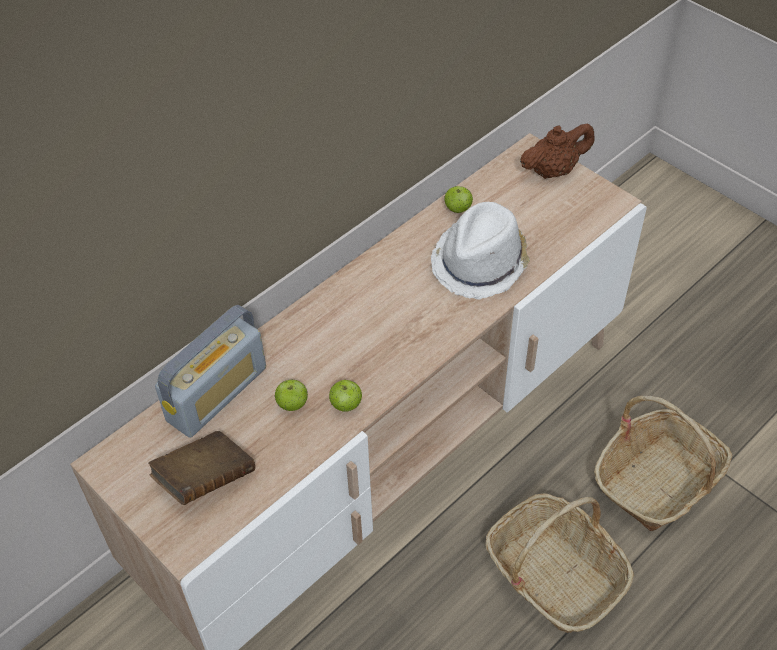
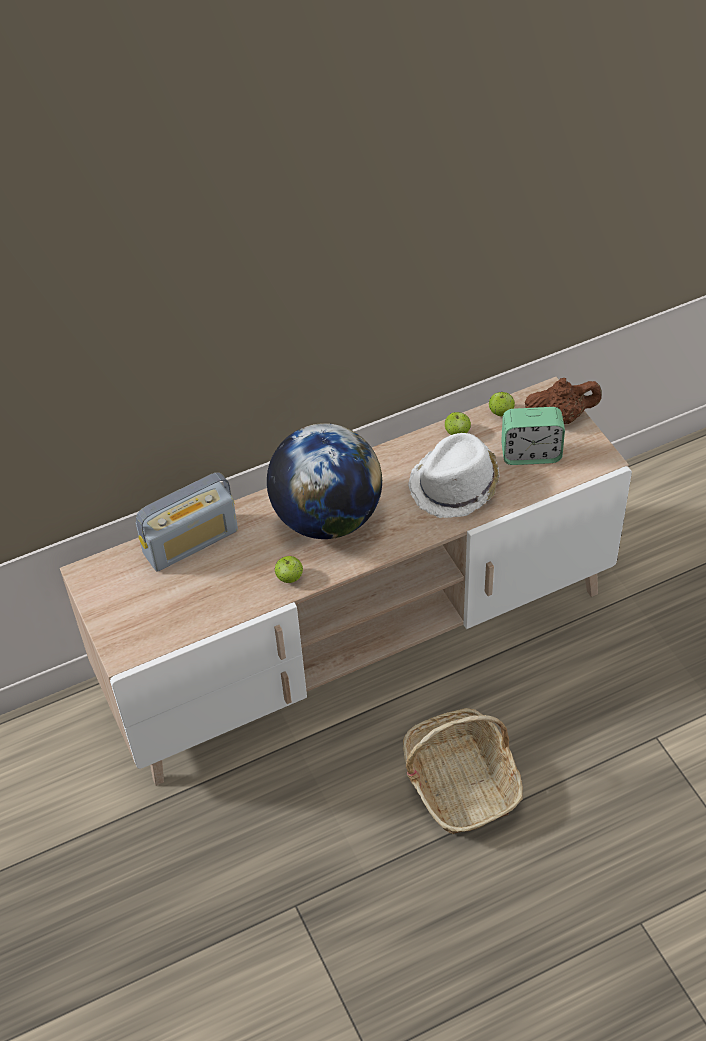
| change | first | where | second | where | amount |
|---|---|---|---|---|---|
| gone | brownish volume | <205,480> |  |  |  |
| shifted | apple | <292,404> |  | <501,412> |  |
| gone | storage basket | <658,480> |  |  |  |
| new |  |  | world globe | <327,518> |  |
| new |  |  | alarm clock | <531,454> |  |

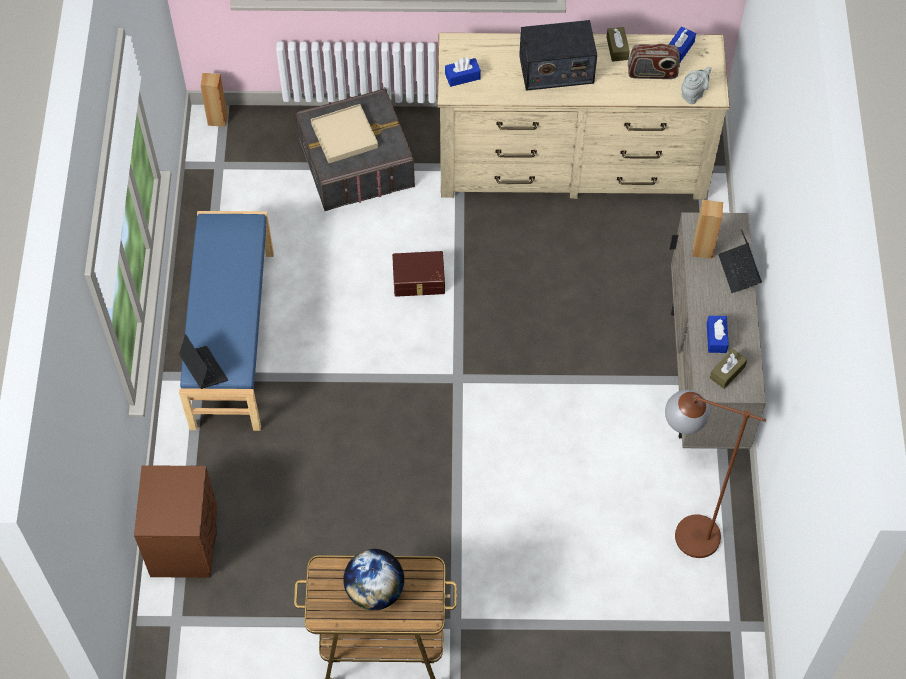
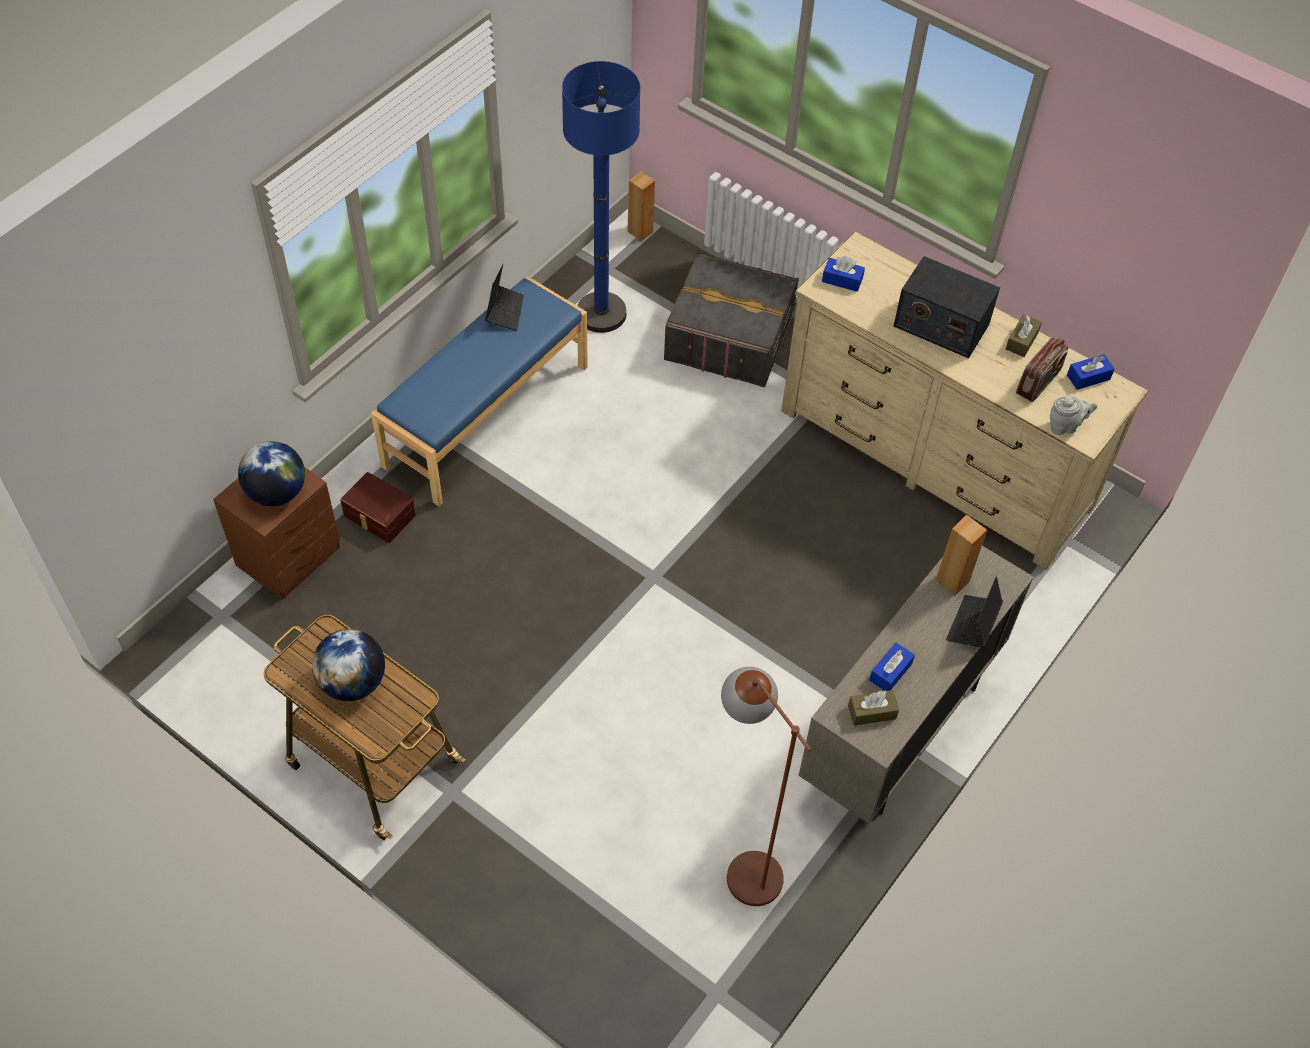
| change | first | where | second | where | amount |
|---|---|---|---|---|---|
| shifted | laptop | <204,369> |  | <504,311> |  |
| gone | beige-coloured carrying tray | <344,136> |  |  |  |
| shifted | brownish storage bin | <419,281> |  | <378,516> |  |
| rotated | radio set | <652,73> |  | <1038,383> | 90 degrees counterclockwise |
| new |  |  | world globe | <277,492> |  |
| new |  |  | bluish standing lamp | <601,313> |  |

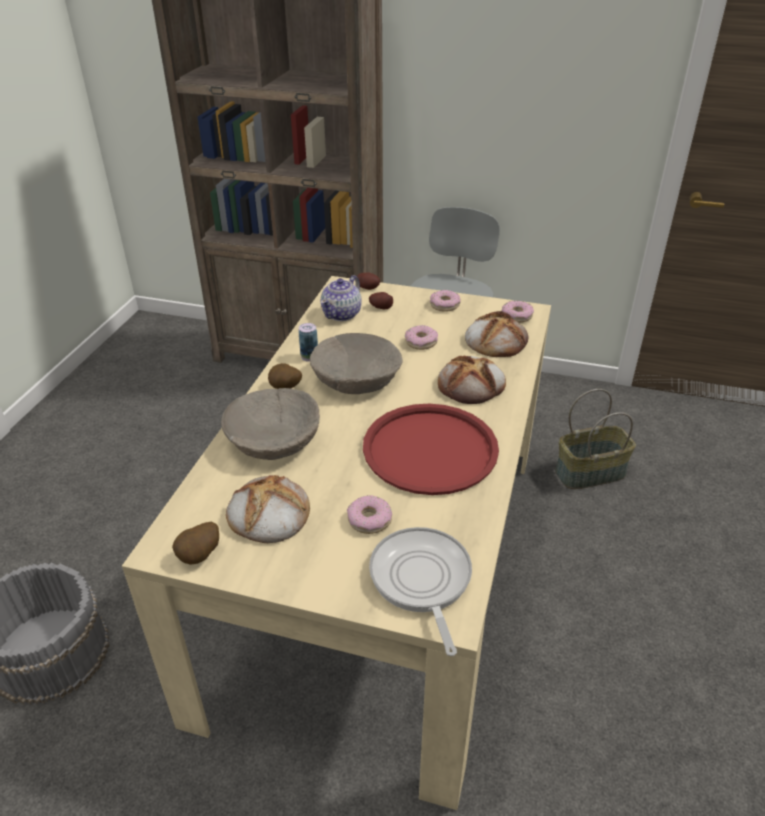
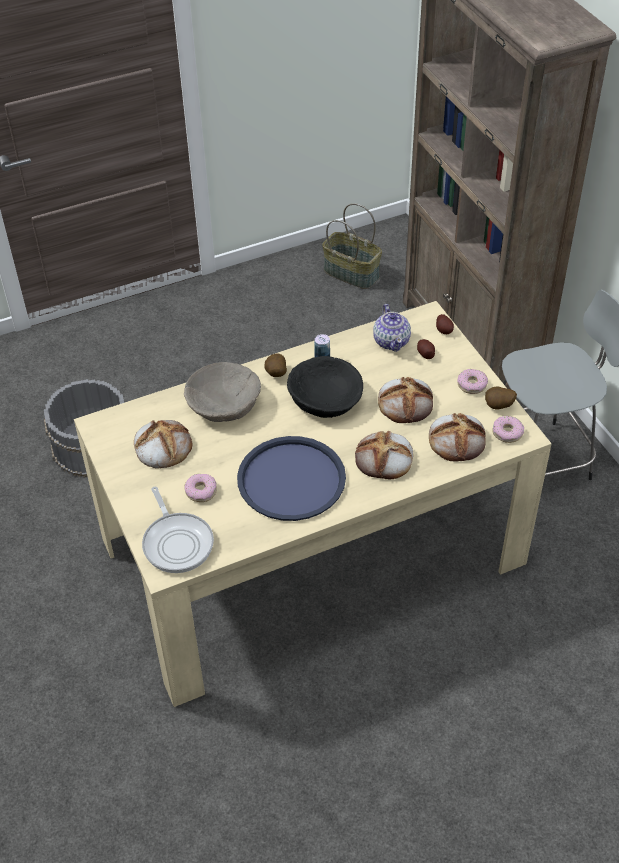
| change | first | where | second | where | amount |
|---|---|---|---|---|---|
| shifted | potato | <200,556> |  | <498,407> |  |
| repainted | beige-coloured deep dish | <356,378> | blackish deep dish | <325,398> |  |
| rotated | pot for tea | <342,314> |  | <391,341> | 90 degrees counterclockwise |
| repainted | red carrying tray | <430,450> | bluish carrying tray | <291,480> |  |
| rotated | skillet | <421,581> |  | <177,542> | 120 degrees clockwise |
| swapped | donut | <421,342> | baked bread | <406,403> |  |
| shifted | storage basket | <590,472> |  | <352,273> |  |

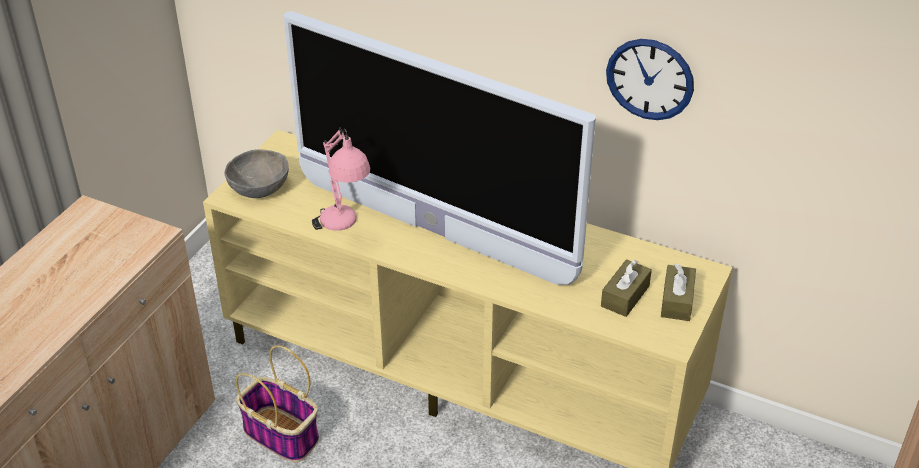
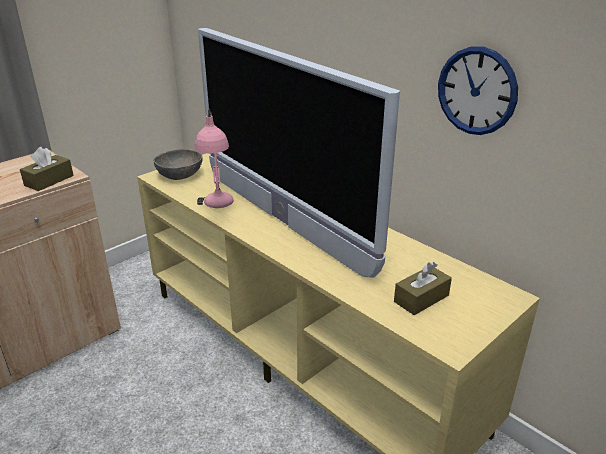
| change | first | where | second | where | amount |
|---|---|---|---|---|---|
| gone | storage basket | <282,435> |  |  |  |
| shifted | brownish tissue box | <677,301> |  | <49,180> |  |

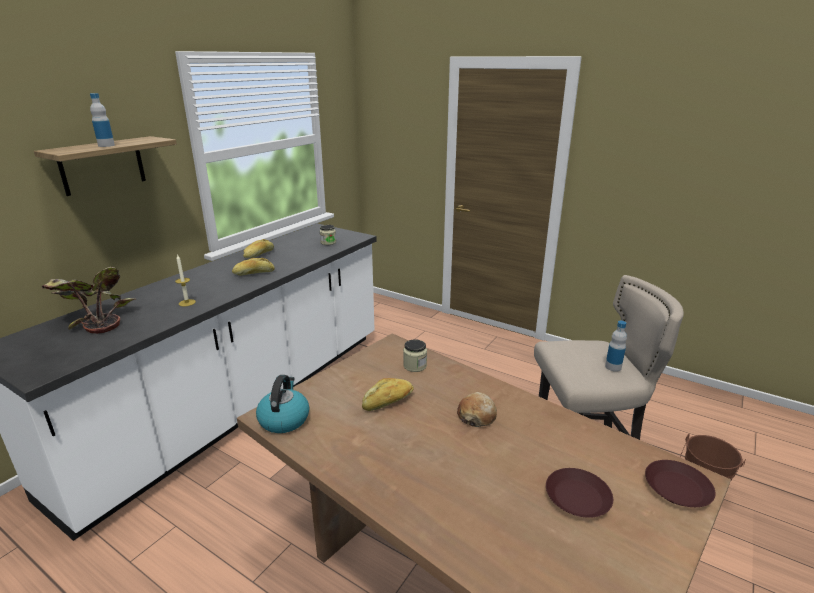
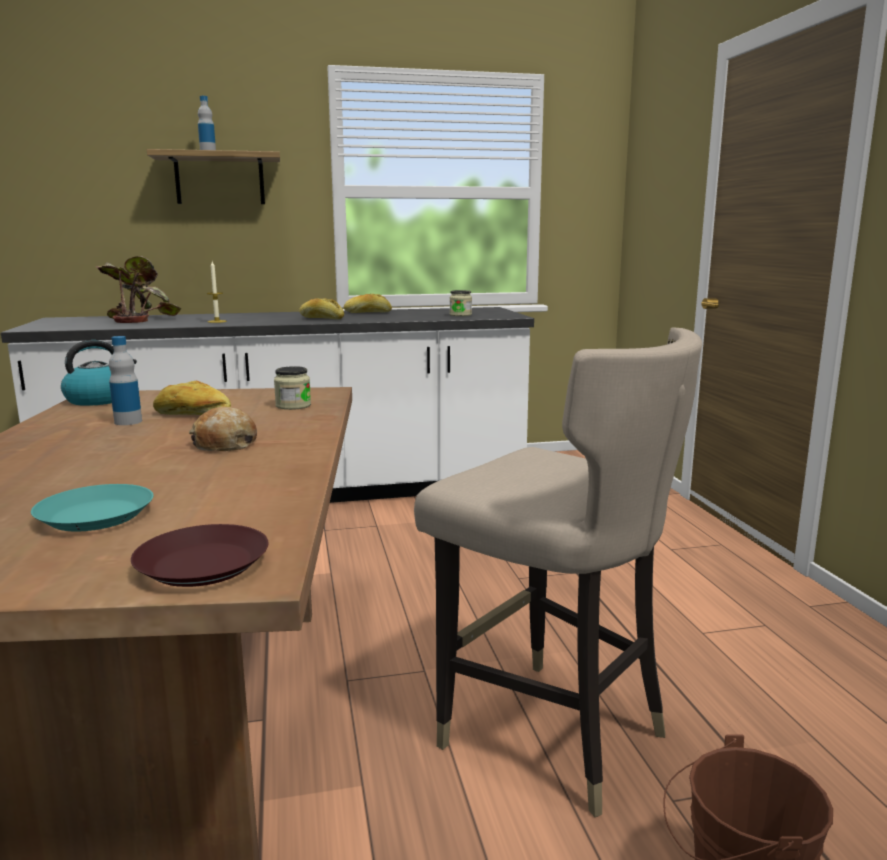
| change | first | where | second | where | amount |
|---|---|---|---|---|---|
| repainted | brownish dinner plate | <577,497> | blue-green dinner plate | <95,516> |  |
| shifted | beverage bottle | <613,367> |  | <128,422> |  |

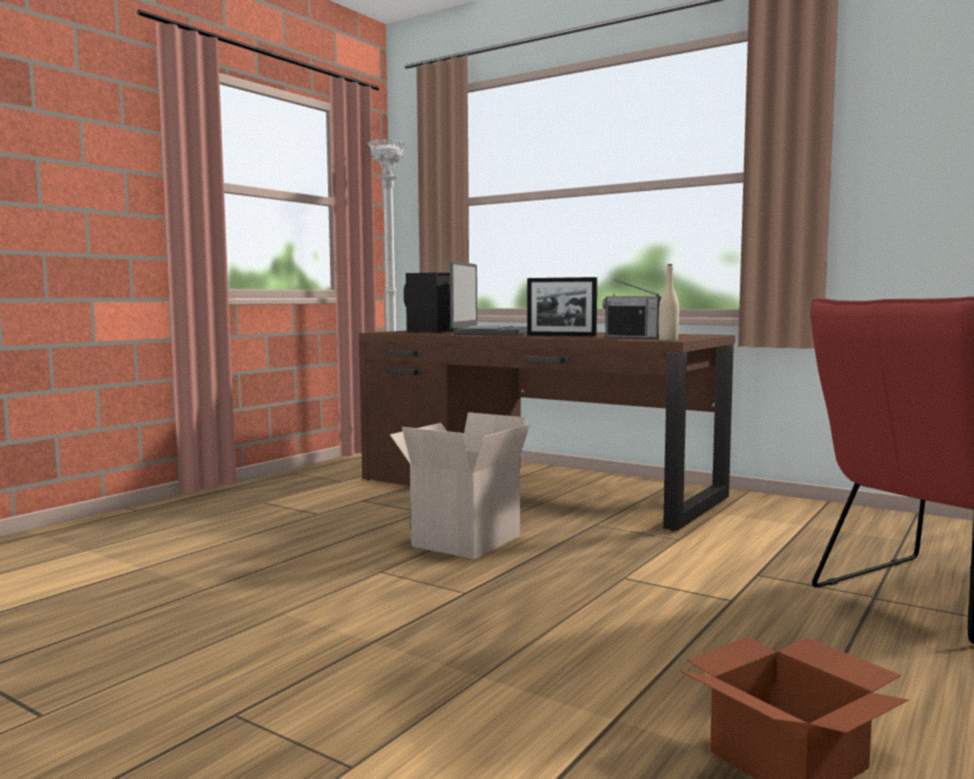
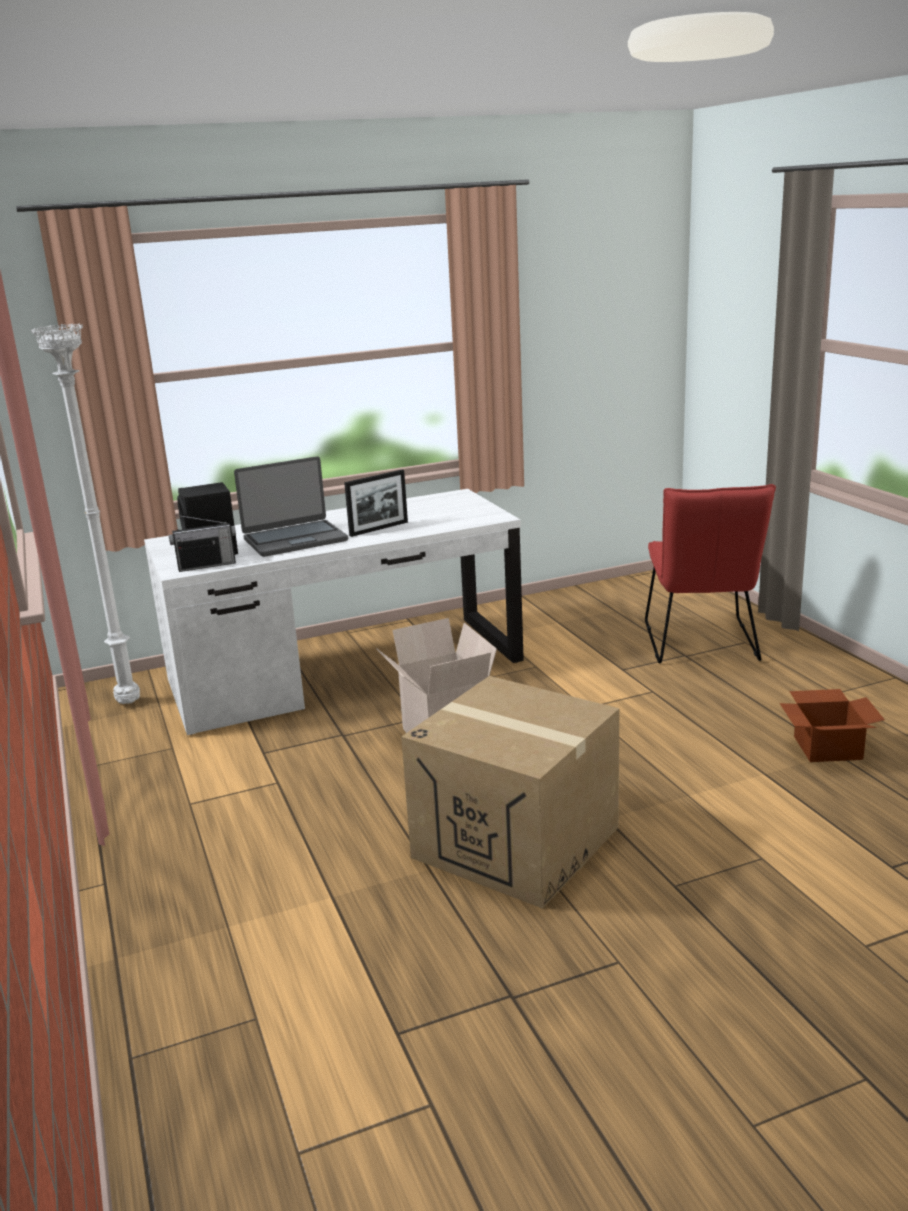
| change | first | where | second | where | amount |
|---|---|---|---|---|---|
| repainted | brownish desk table | <536,489> | whitish desk table | <346,671> |  |
| rotated | laptop | <493,333> |  | <294,540> | 105 degrees clockwise |
| shifted | radio set | <634,337> |  | <206,565> |  |
| gone | beige-coloured beverage bottle | <668,340> |  |  |  |
| new |  |  | packing box | <517,842> |  |

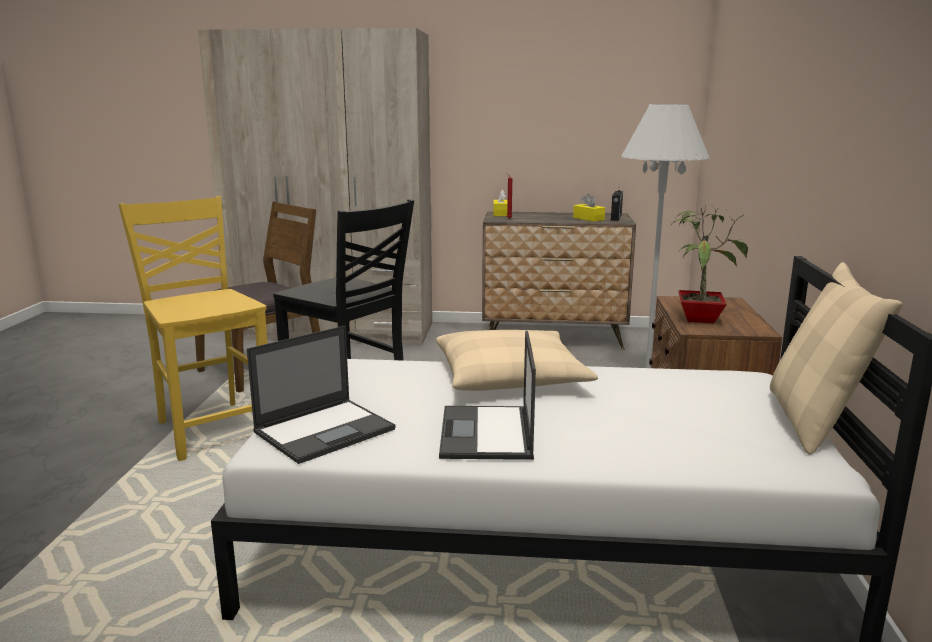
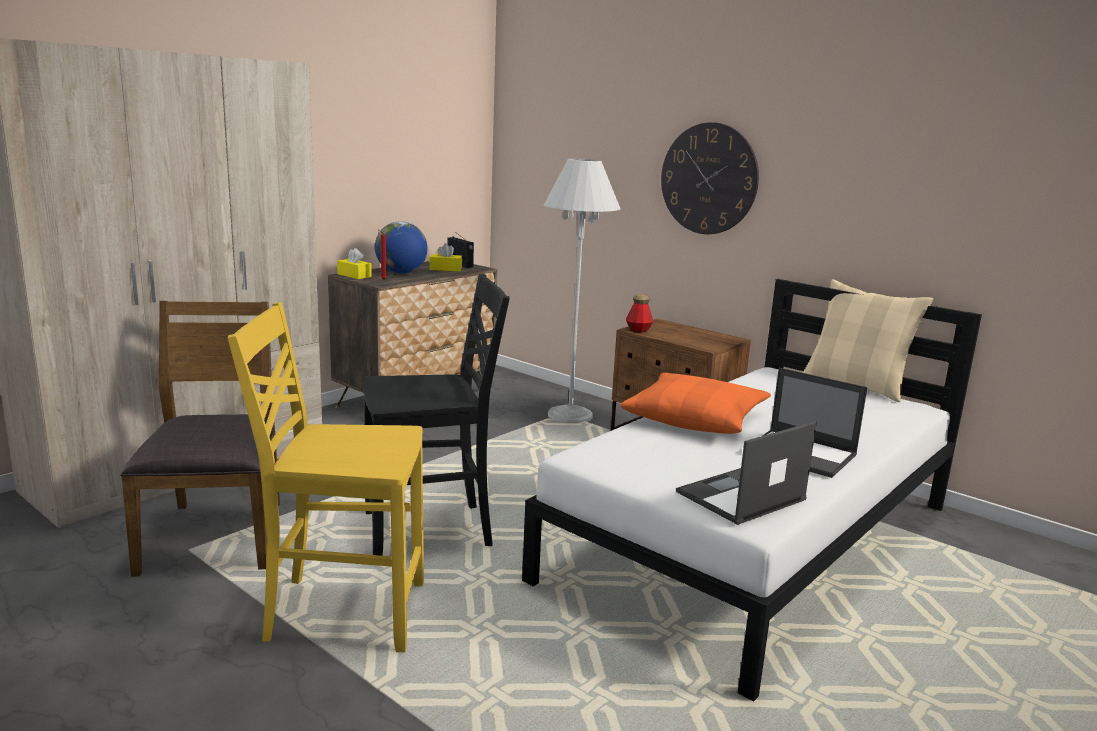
| change | first | where | second | where | amount |
|---|---|---|---|---|---|
| rotated | laptop | <326,430> |  | <740,496> | 120 degrees counterclockwise |
| repainted | beige-coloured throw pillow | <510,377> | orange-coloured throw pillow | <695,417> |  |
| gone | houseplant | <699,318> |  |  |  |
| new |  |  | world globe | <401,273> |  |
| new |  |  | beverage bottle | <638,330> |  |
| new |  |  | wall clock | <708,179> |  |

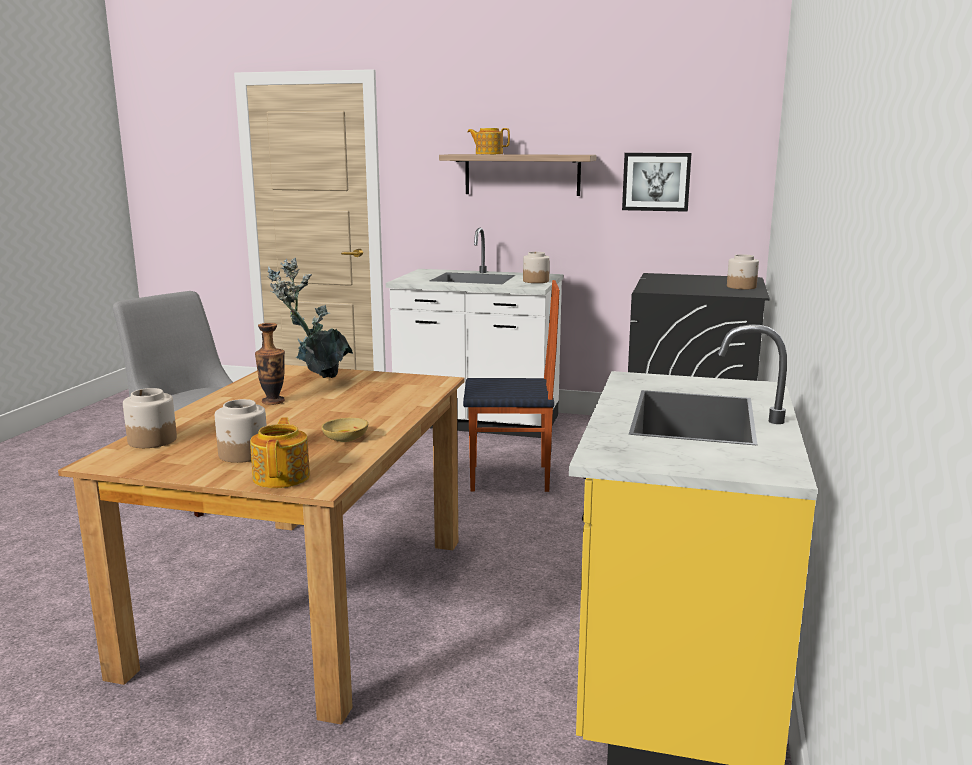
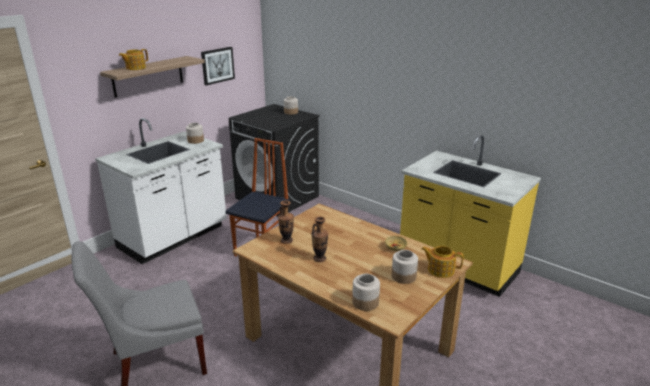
| change | first | where | second | where | amount |
|---|---|---|---|---|---|
| swapped | houseplant | <316,380> | vase | <286,241> |  |

